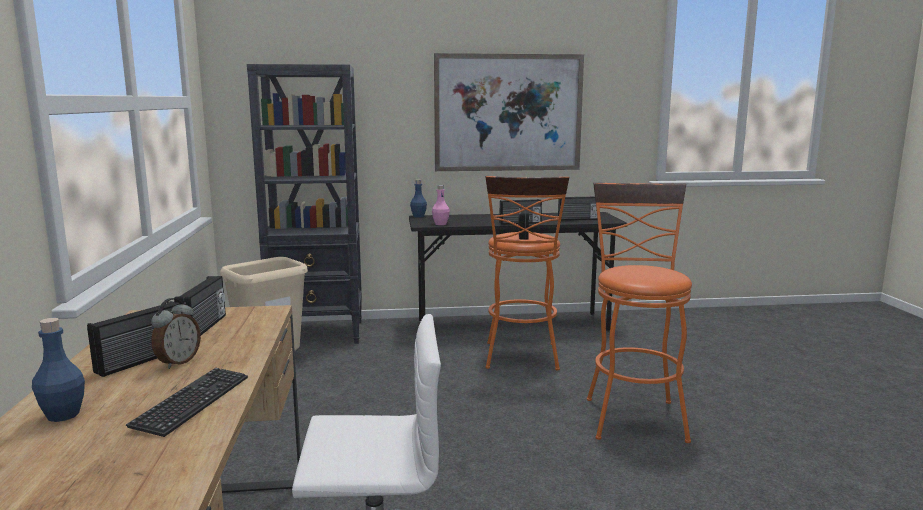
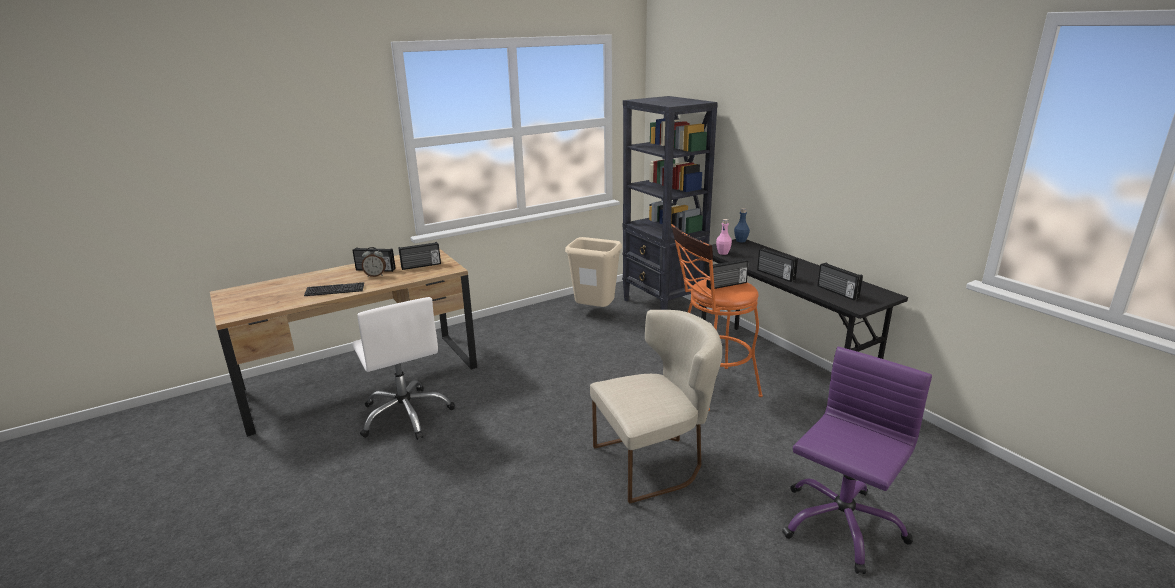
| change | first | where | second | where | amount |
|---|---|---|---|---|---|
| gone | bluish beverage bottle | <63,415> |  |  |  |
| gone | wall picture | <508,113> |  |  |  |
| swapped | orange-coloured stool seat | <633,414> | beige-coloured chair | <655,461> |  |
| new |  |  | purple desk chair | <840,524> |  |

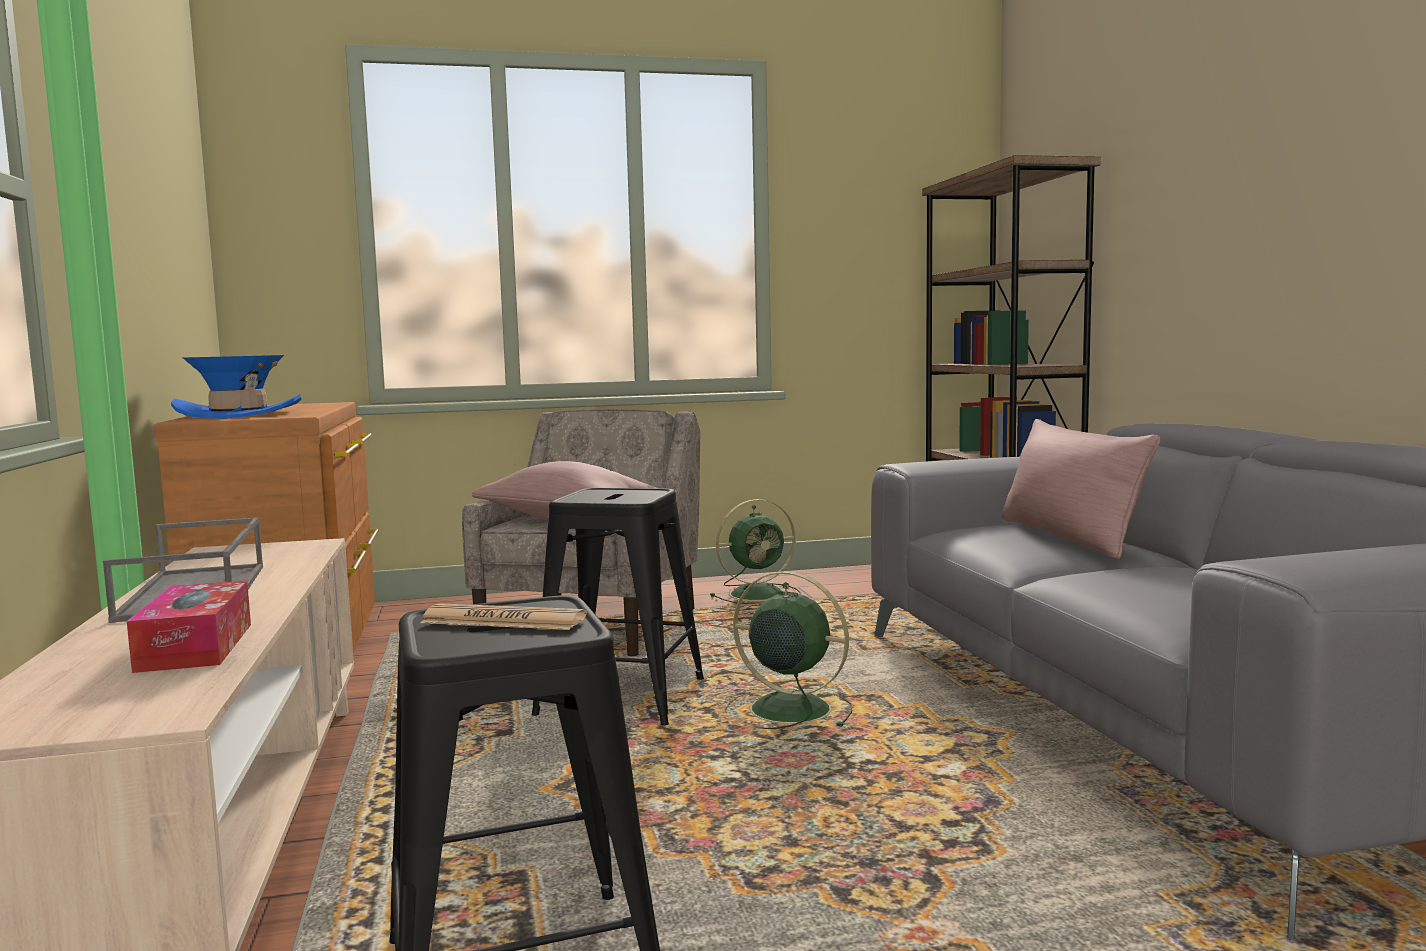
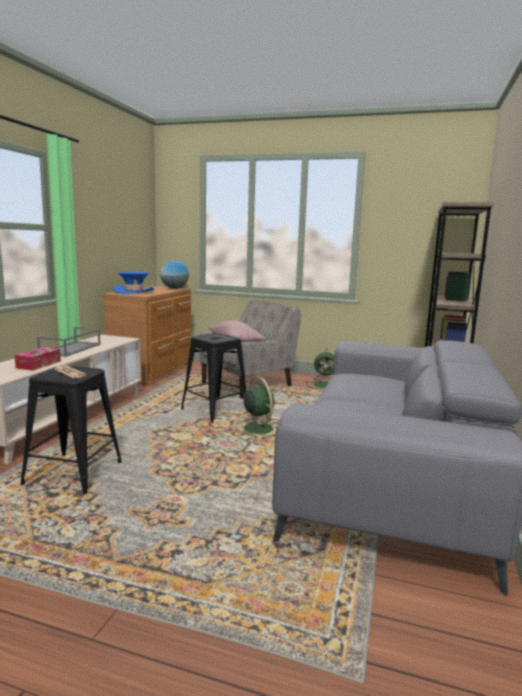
| change | first | where | second | where | amount |
|---|---|---|---|---|---|
| gone | pink throw pillow | <1068,537> |  |  |  |
| new |  |  | world globe | <174,288> |  |

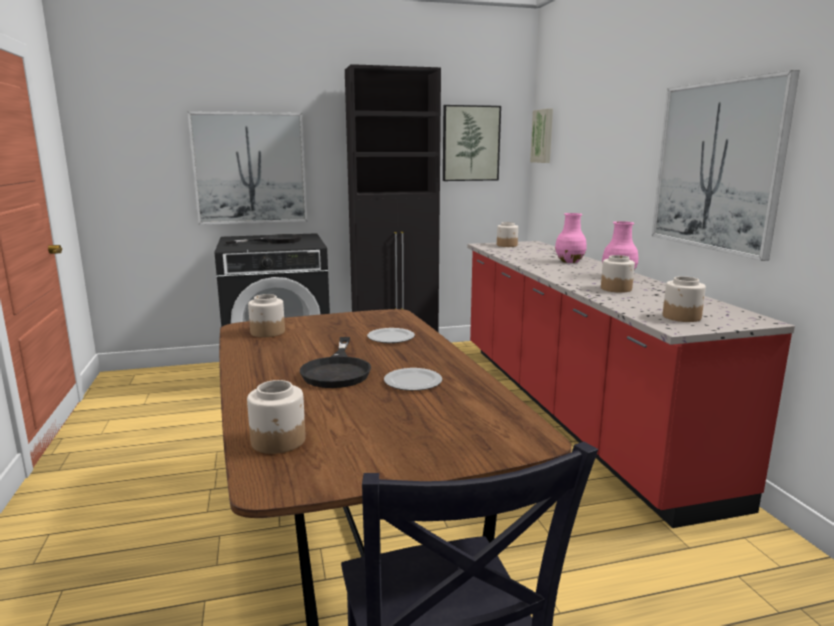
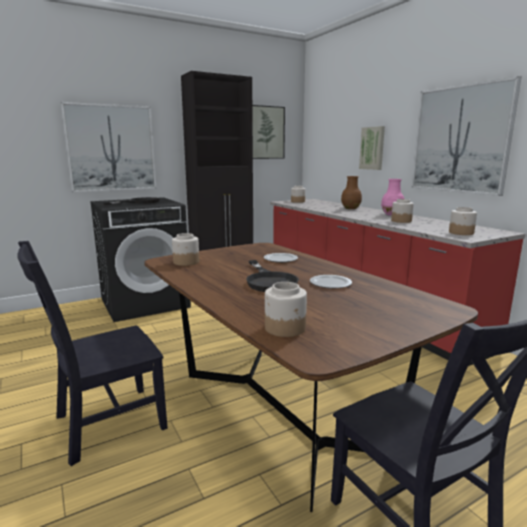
| change | first | where | second | where | amount |
|---|---|---|---|---|---|
| shifted | wall picture | <543,136> |  | <372,148> |  |
| repainted | pink vase | <569,261> | brownish vase | <350,208> |  |
| new |  |  | blackish chair | <105,424> |  |

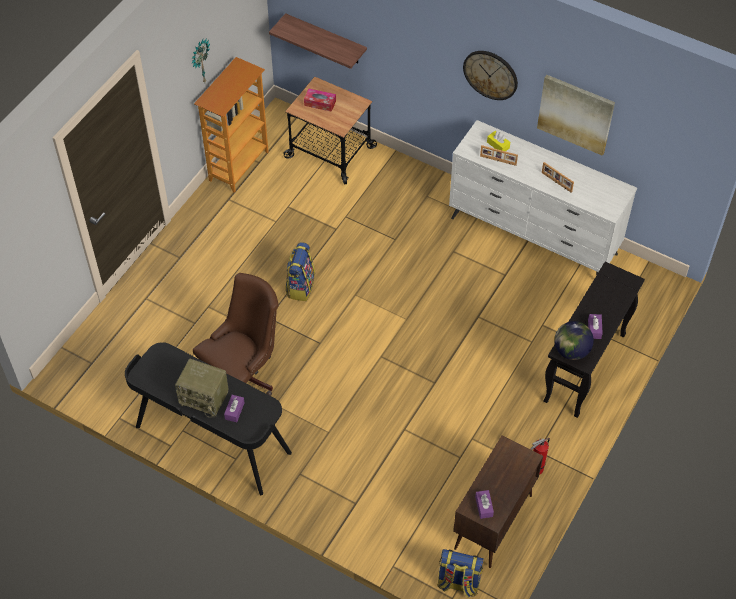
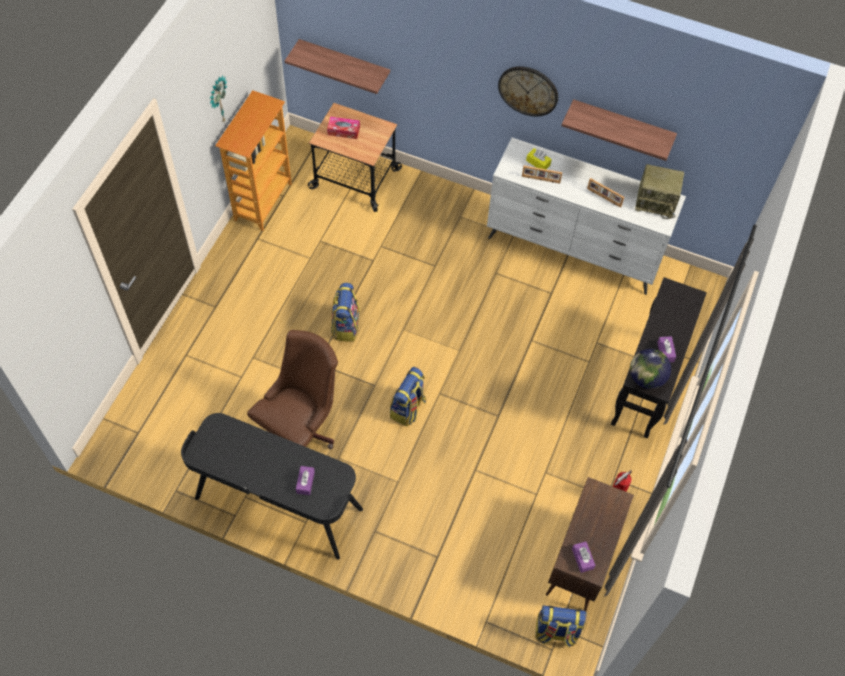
| change | first | where | second | where | amount |
|---|---|---|---|---|---|
| shifted | radio set | <205,397> |  | <656,202> |  |
| swapped | wall picture | <575,114> | bracket shelf | <622,126> |  |
| new |  |  | knapsack | <408,409> |  |

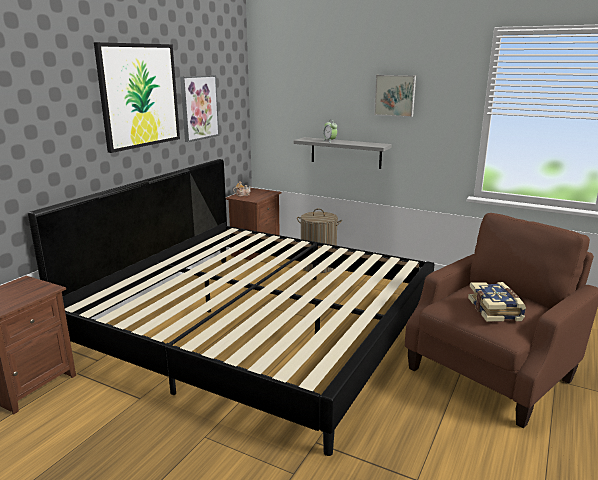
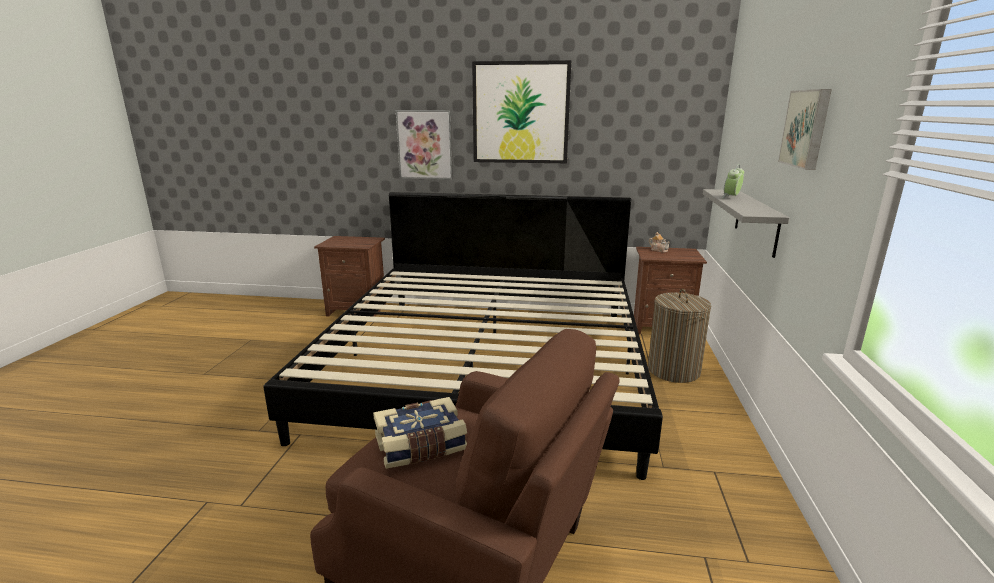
| change | first | where | second | where | amount |
|---|---|---|---|---|---|
| shifted | wall picture | <199,107> |  | <425,145> |  |

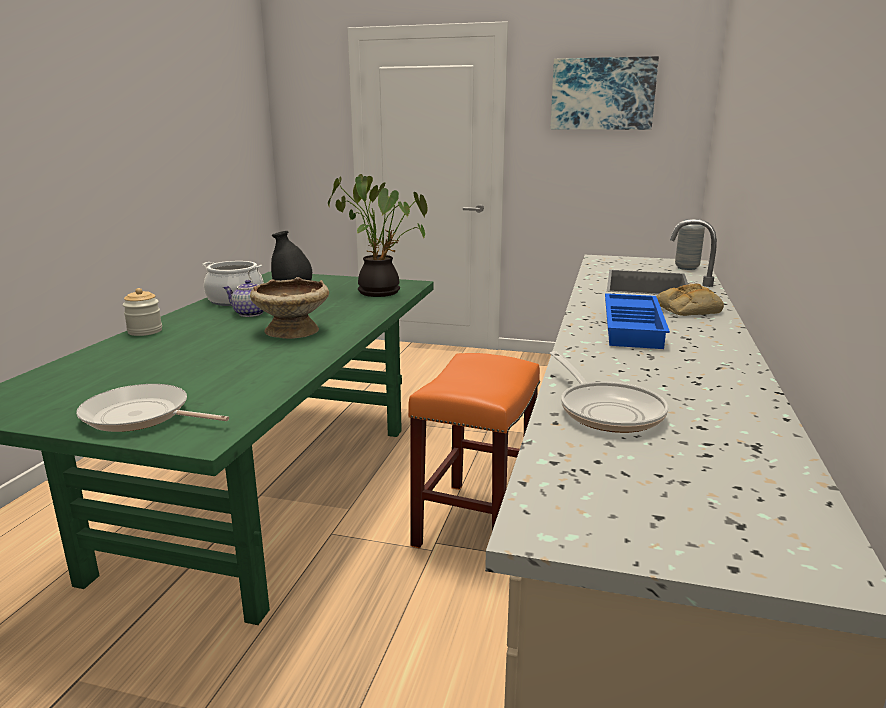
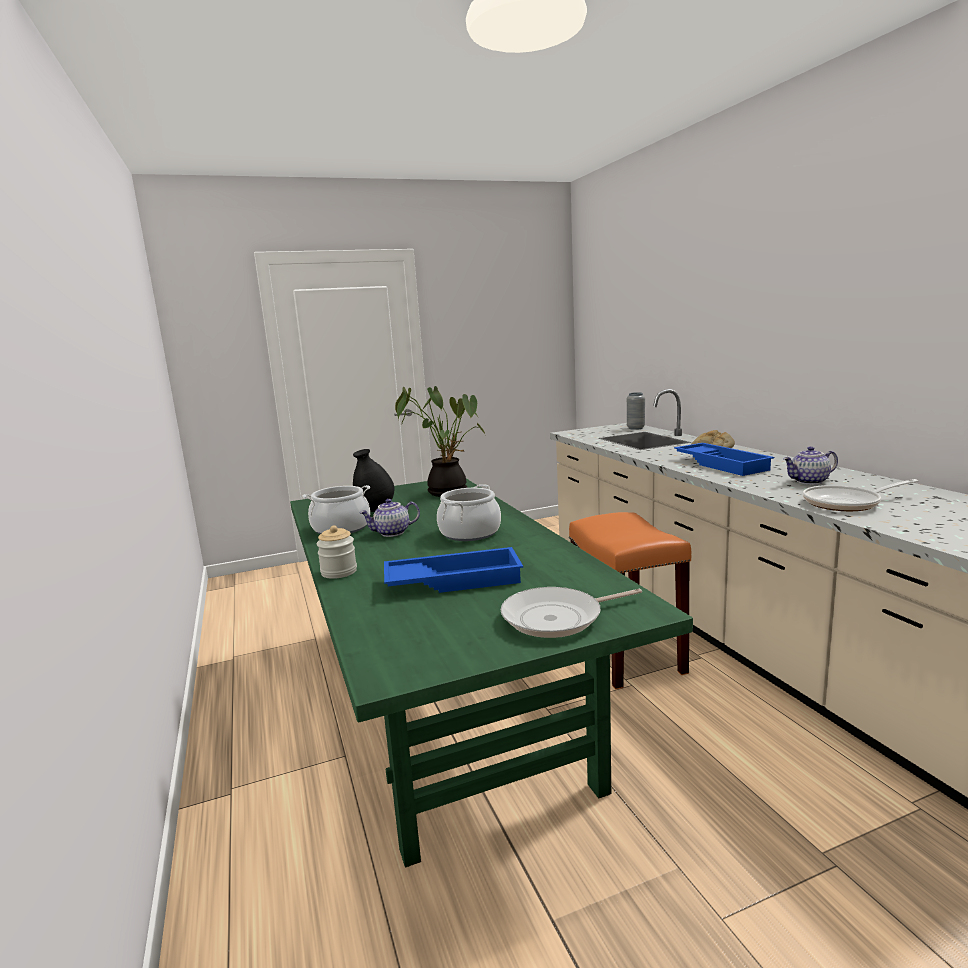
| change | first | where | second | where | amount |
|---|---|---|---|---|---|
| swapped | beige-coloured deep dish | <293,330> | cooking pot | <470,533> |  |
| rotated | skillet | <607,410> |  | <847,503> | 135 degrees clockwise |
| gone | wall picture | <602,94> |  |  |  |
| new |  |  | bluish carrying tray | <454,579> |  |
| new |  |  | pot for tea | <809,482> |  |

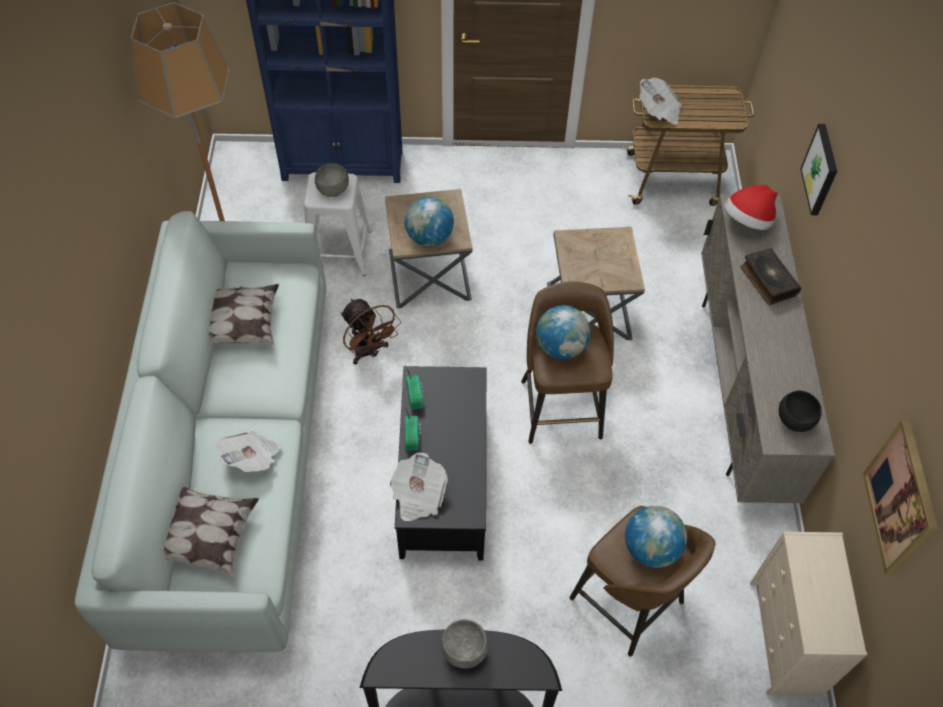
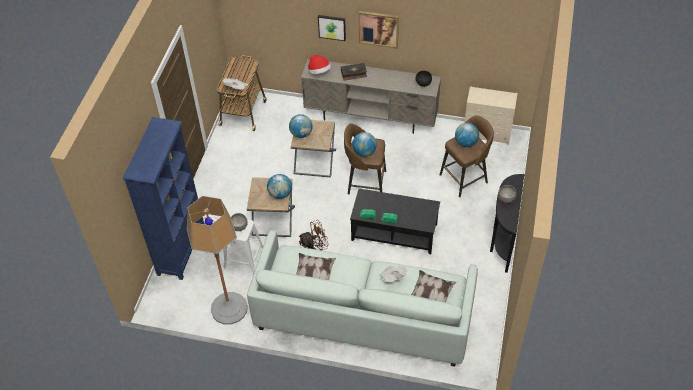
| change | first | where | second | where | amount |
|---|---|---|---|---|---|
| gone | printed paper | <418,495> |  |  |  |
| shifted | wall picture | <901,499> |  | <378,29> |  |
| new |  |  | world globe | <301,134> |  |

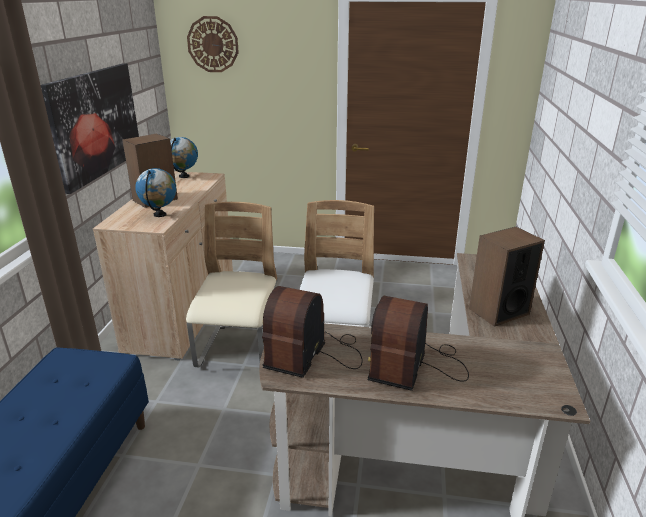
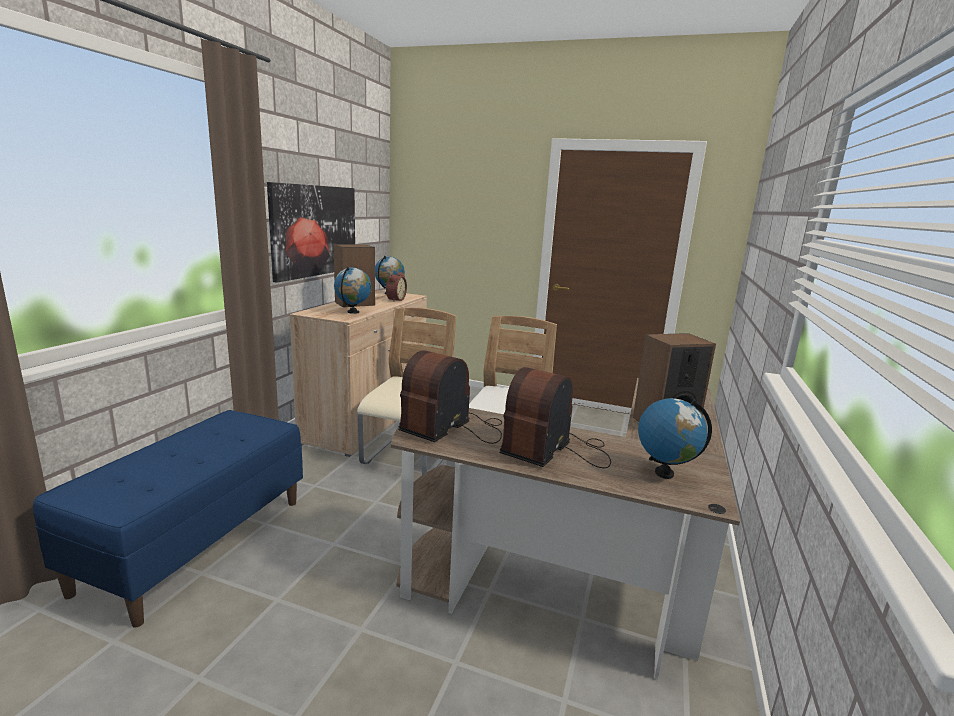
| change | first | where | second | where | amount |
|---|---|---|---|---|---|
| gone | wall clock | <213,44> |  |  |  |
| new |  |  | alarm clock | <395,300> |  |
| new |  |  | world globe | <664,473> |  |

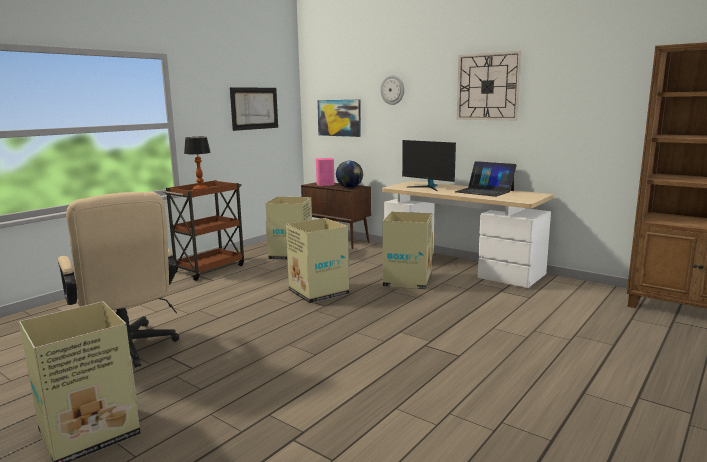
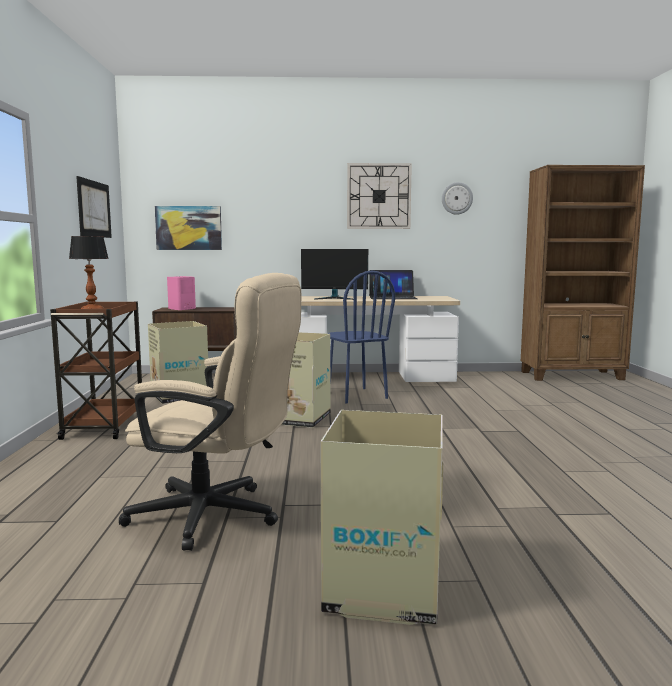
| change | first | where | second | where | amount |
|---|---|---|---|---|---|
| gone | world globe | <350,187> |  |  |  |
| shifted | wall clock | <392,90> |  | <457,198> |  |
| swapped | packing box | <407,282> | bluish chair | <356,395> |  |

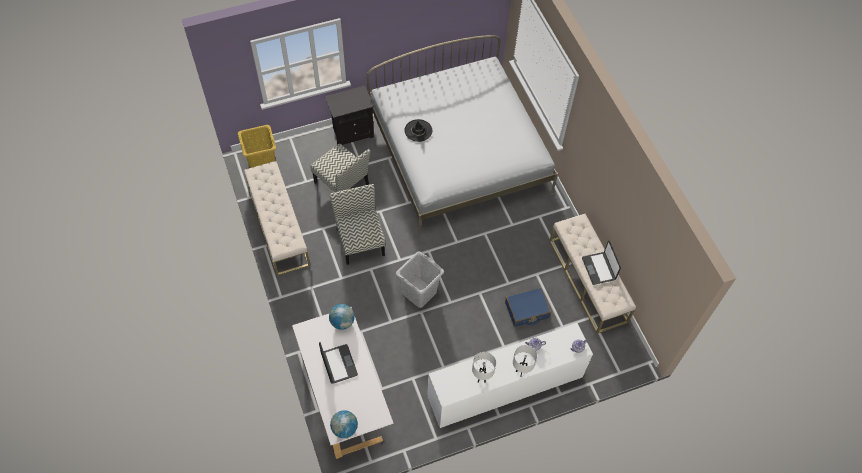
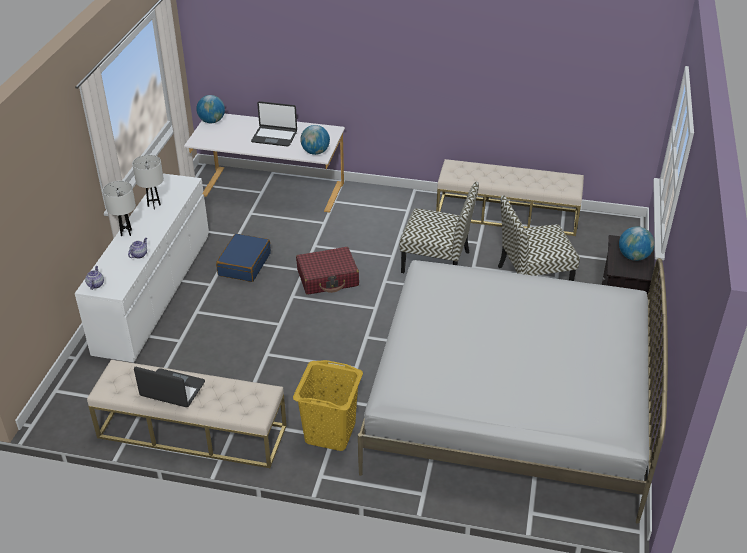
| change | first | where | second | where | amount |
|---|---|---|---|---|---|
| shifted | yellow laundry basket | <262,164> |  | <329,433> |  |
| swapped | greyish laundry basket | <419,292> | red travel case | <328,278> |  |
| gone | blackish clothing hat | <418,130> |  |  |  |
| shifted | bluish travel case | <527,310> |  | <244,264> |  |
| new |  |  | world globe | <633,257> |  |

